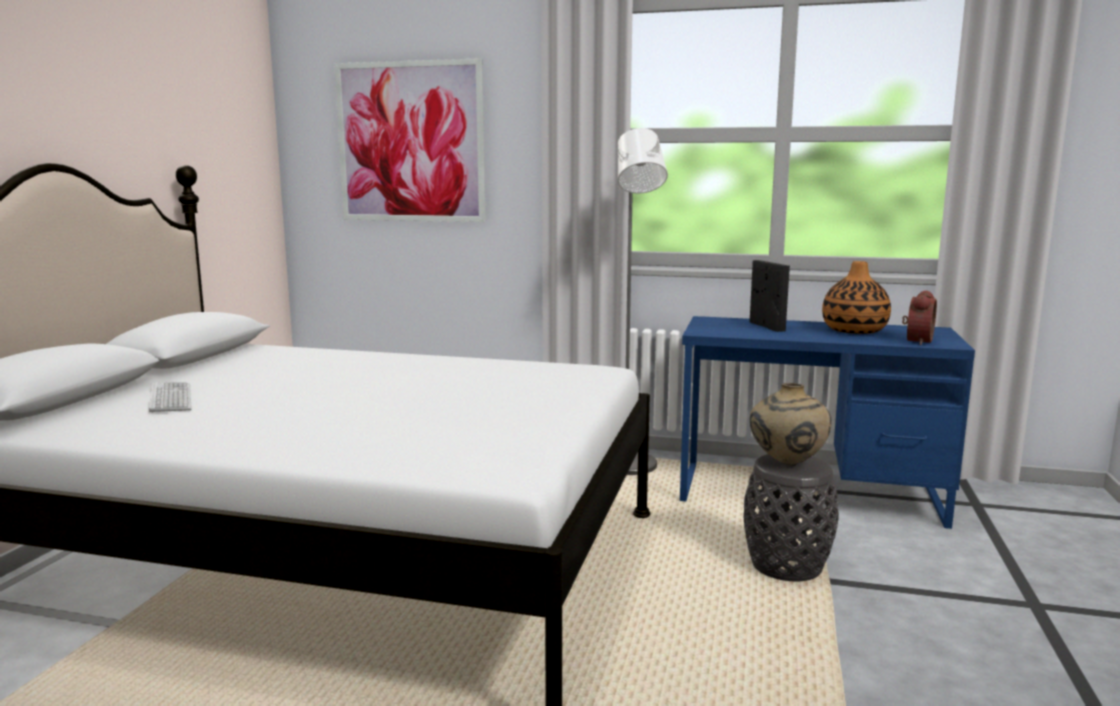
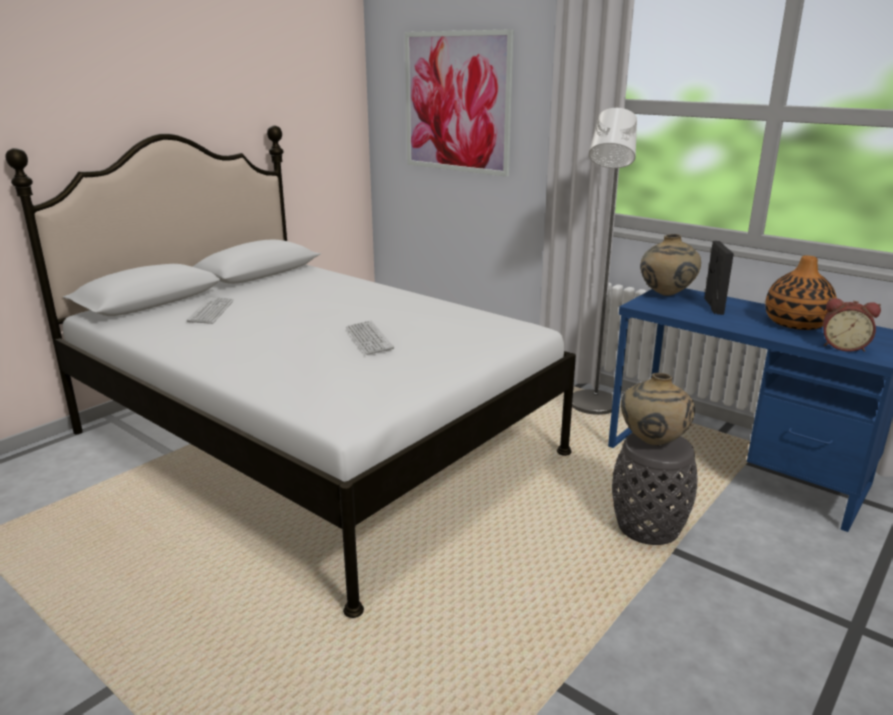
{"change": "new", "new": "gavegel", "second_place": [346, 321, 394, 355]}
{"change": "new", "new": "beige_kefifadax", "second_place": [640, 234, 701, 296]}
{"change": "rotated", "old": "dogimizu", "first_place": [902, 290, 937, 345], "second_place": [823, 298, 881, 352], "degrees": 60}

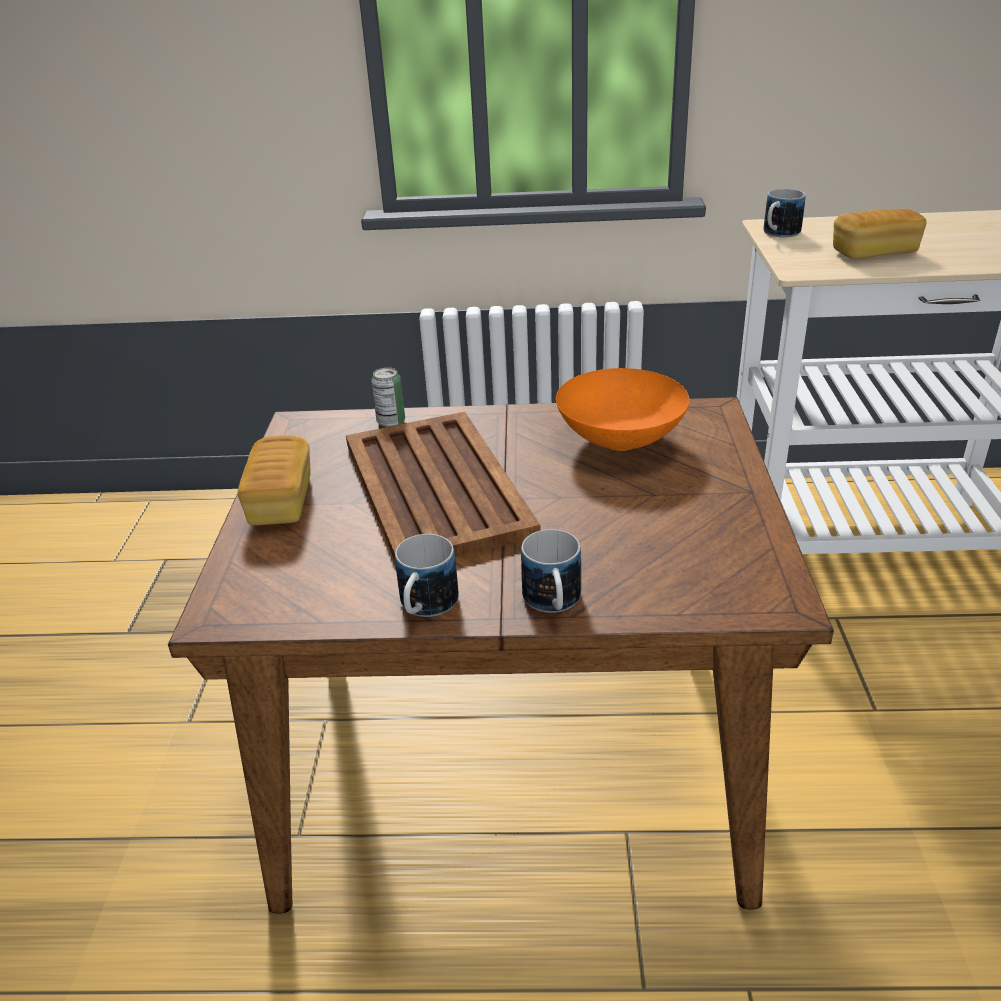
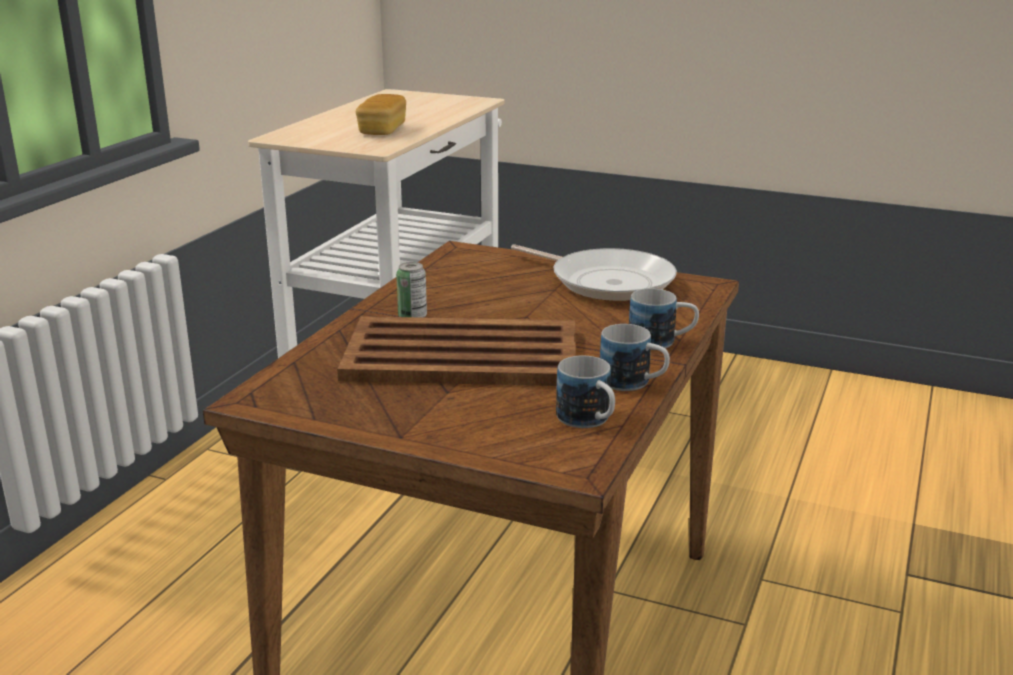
{"change": "shifted", "old": "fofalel", "first_place": [371, 367, 405, 427], "second_place": [396, 262, 427, 318]}
{"change": "new", "new": "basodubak", "second_place": [511, 244, 677, 301]}
{"change": "shifted", "old": "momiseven", "first_place": [764, 189, 806, 237], "second_place": [556, 356, 615, 428]}
{"change": "gone", "old": "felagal", "first_place": [238, 435, 311, 525]}
{"change": "gone", "old": "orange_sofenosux", "first_place": [556, 368, 690, 451]}

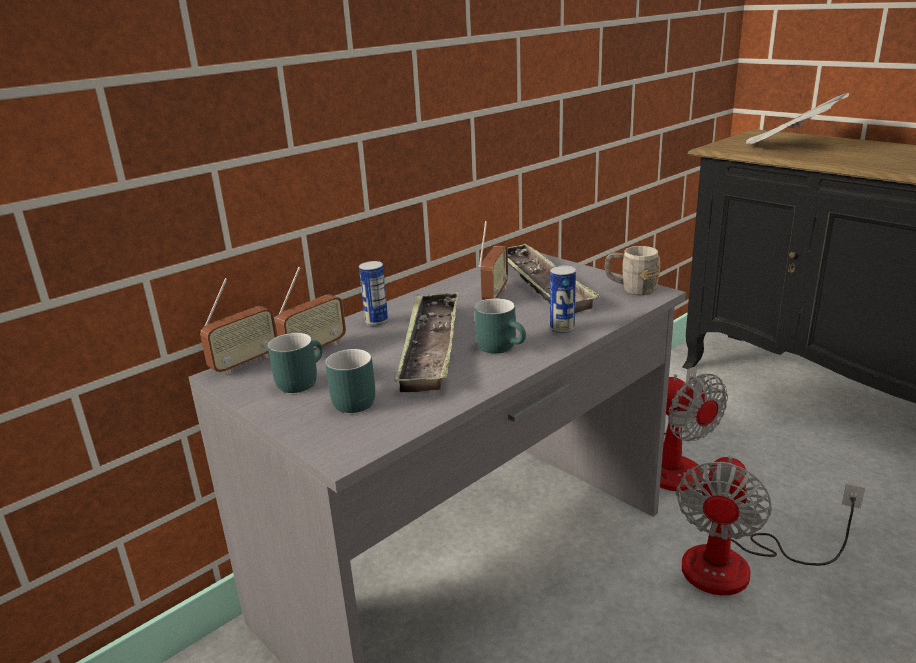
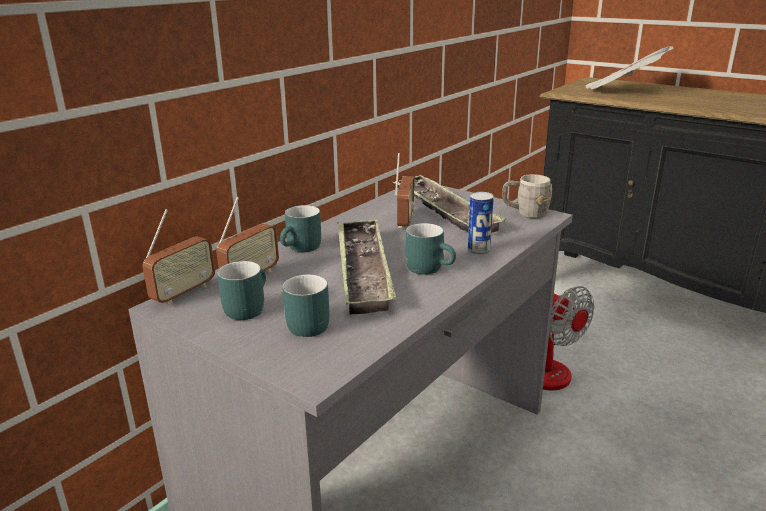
{"change": "swapped", "old": "fofalel", "new": "turquoise_momiseven", "first_place": [359, 261, 388, 327], "second_place": [280, 205, 321, 252]}
{"change": "gone", "old": "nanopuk", "first_place": [676, 455, 865, 595]}

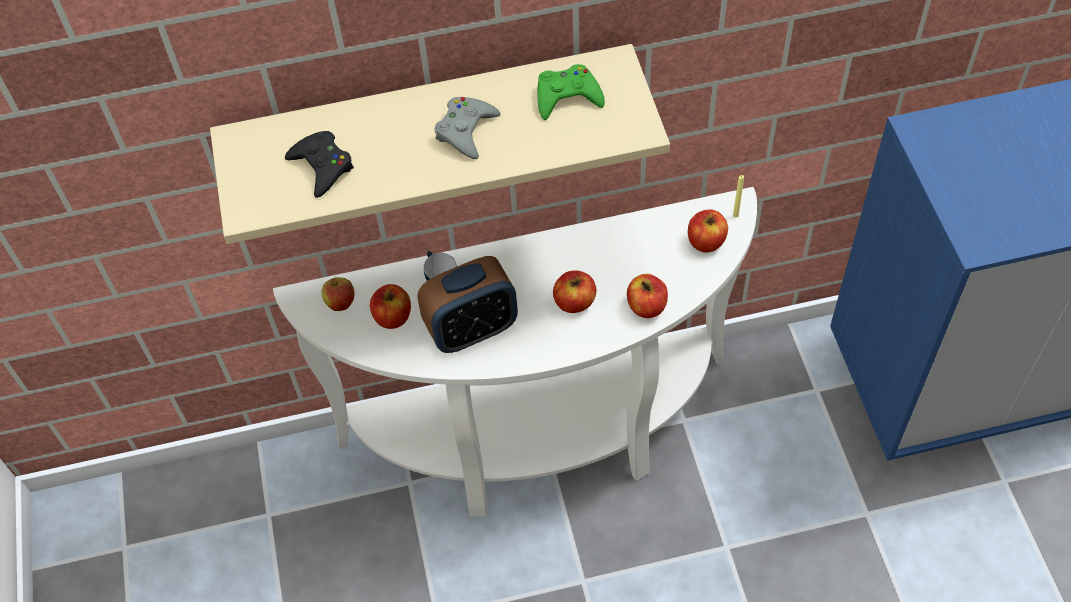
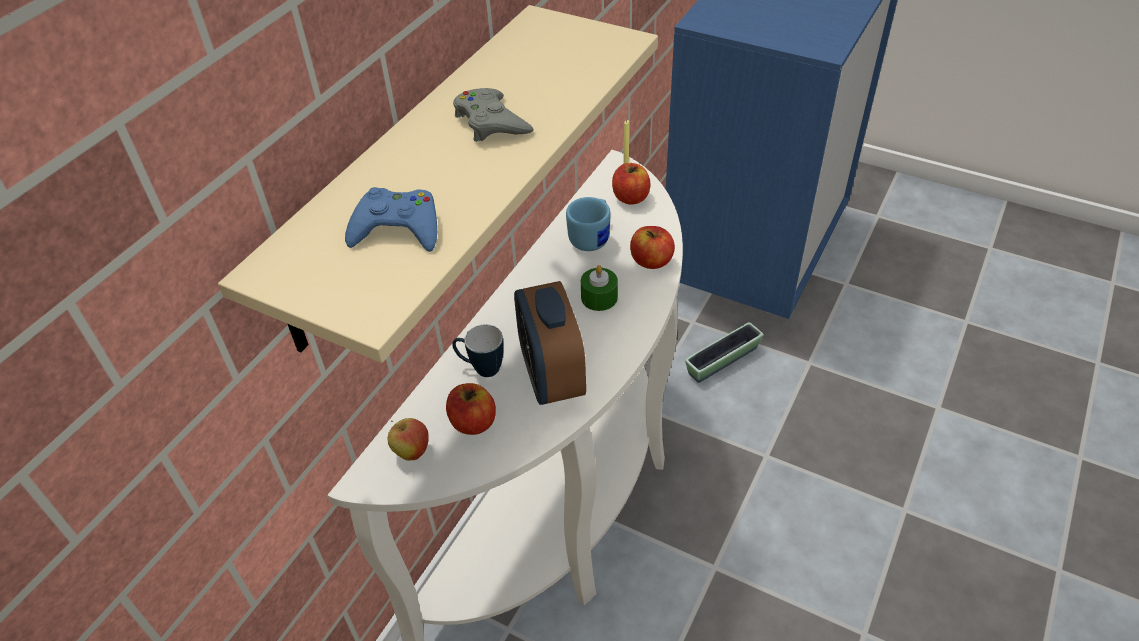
{"change": "repainted", "old": "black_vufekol", "new": "blue_vufekol", "first_place": [285, 131, 354, 198], "second_place": [345, 187, 437, 252]}
{"change": "rotated", "old": "dogimizu", "first_place": [417, 256, 518, 353], "second_place": [514, 281, 586, 405], "degrees": 150}
{"change": "new", "new": "blue_momiseven", "second_place": [566, 197, 611, 251]}
{"change": "swapped", "old": "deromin", "new": "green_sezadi", "first_place": [553, 271, 596, 313], "second_place": [581, 265, 618, 311]}
{"change": "new", "new": "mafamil", "second_place": [685, 322, 763, 383]}
{"change": "gone", "old": "green_vufekol", "first_place": [537, 64, 605, 120]}

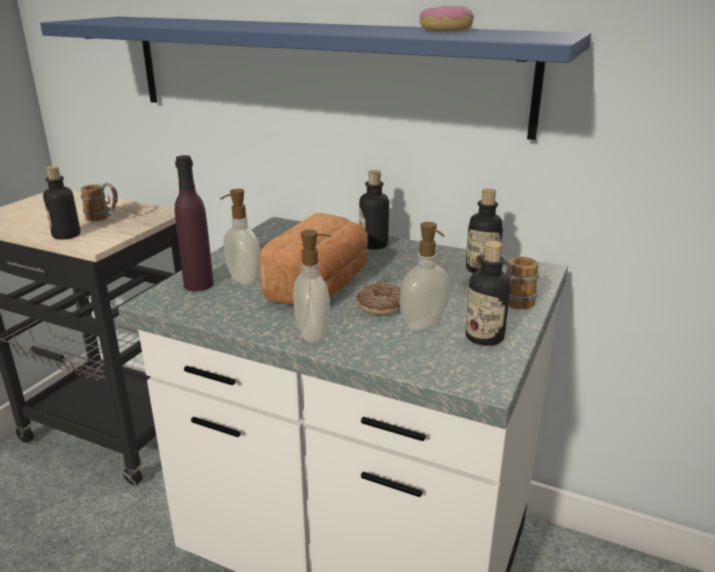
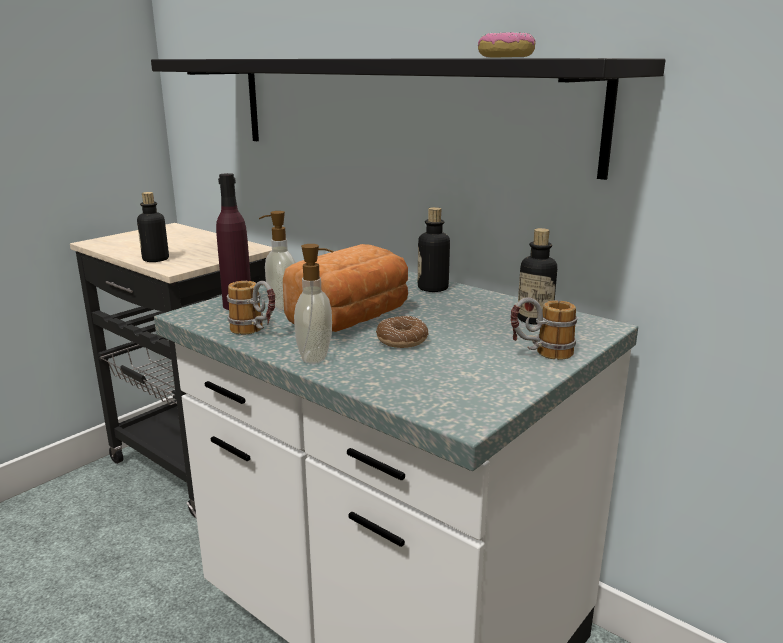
{"change": "repainted", "old": "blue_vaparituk", "new": "black_vaparituk", "first_place": [40, 17, 591, 140], "second_place": [151, 58, 666, 180]}
{"change": "shifted", "old": "momiseven", "first_place": [81, 183, 118, 222], "second_place": [227, 281, 275, 334]}
{"change": "gone", "old": "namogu", "first_place": [400, 222, 450, 331]}
{"change": "gone", "old": "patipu", "first_place": [465, 241, 510, 346]}

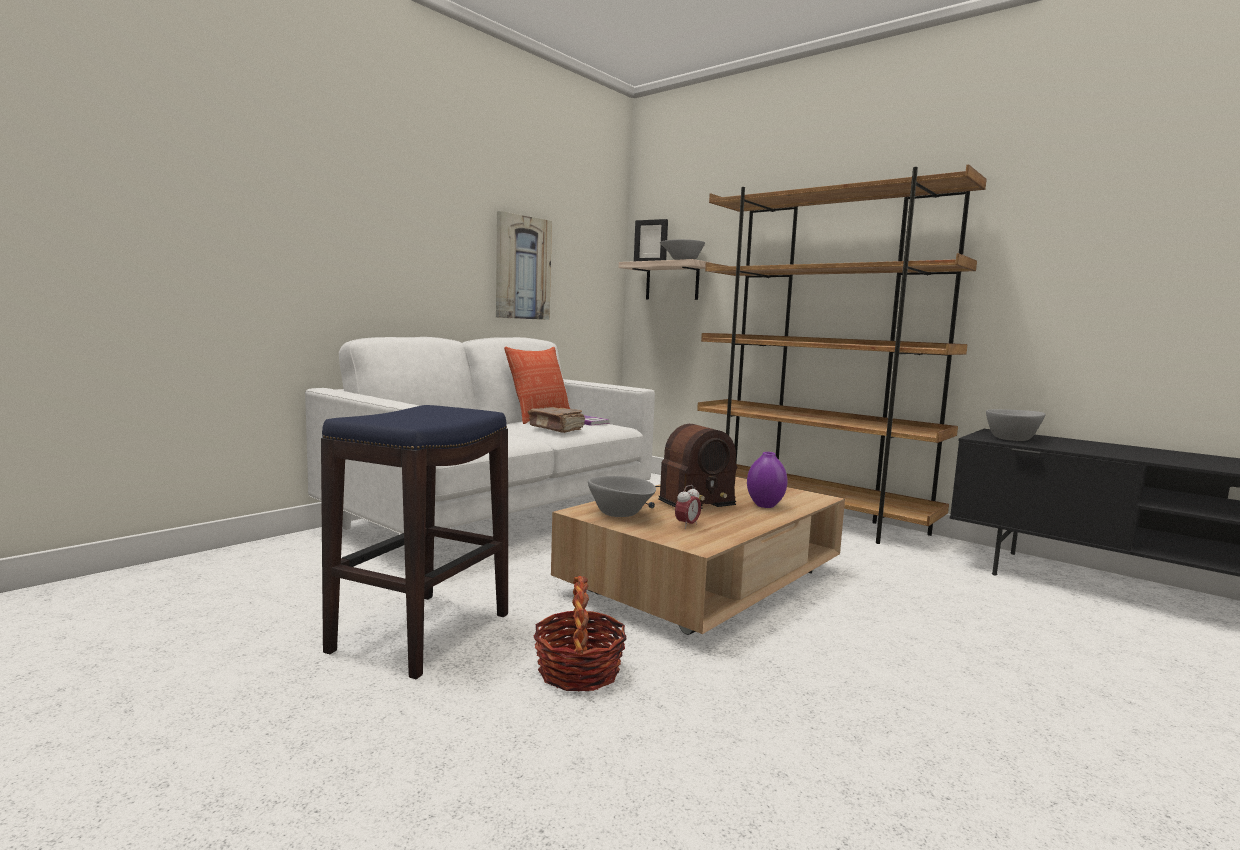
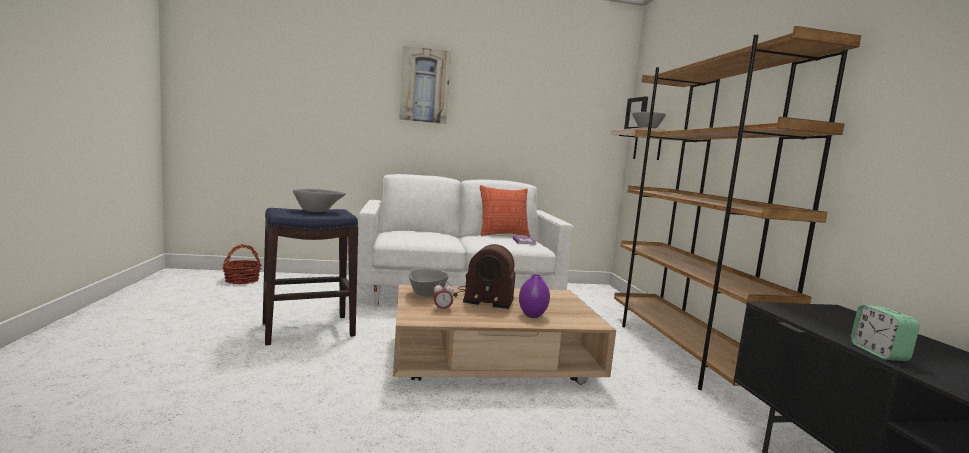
{"change": "shifted", "old": "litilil", "first_place": [534, 576, 627, 692], "second_place": [223, 244, 262, 284]}
{"change": "shifted", "old": "grey_sofenosux", "first_place": [986, 409, 1046, 441], "second_place": [293, 189, 346, 212]}
{"change": "shifted", "old": "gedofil", "first_place": [496, 211, 552, 320], "second_place": [399, 46, 451, 124]}
{"change": "new", "new": "dogimizu", "second_place": [851, 305, 920, 361]}
{"change": "gone", "old": "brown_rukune", "first_place": [528, 407, 585, 433]}

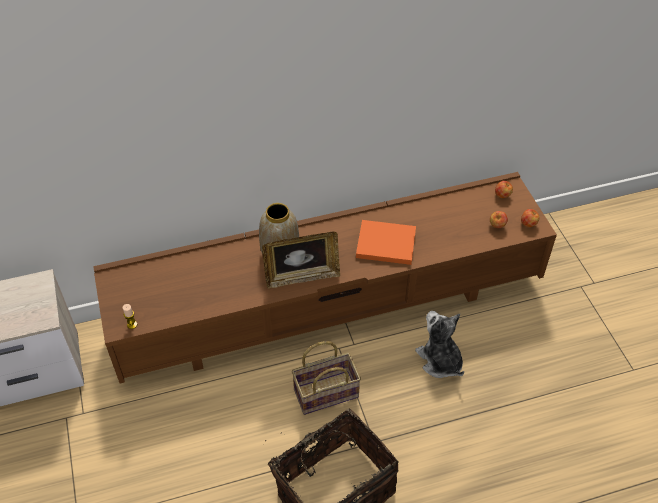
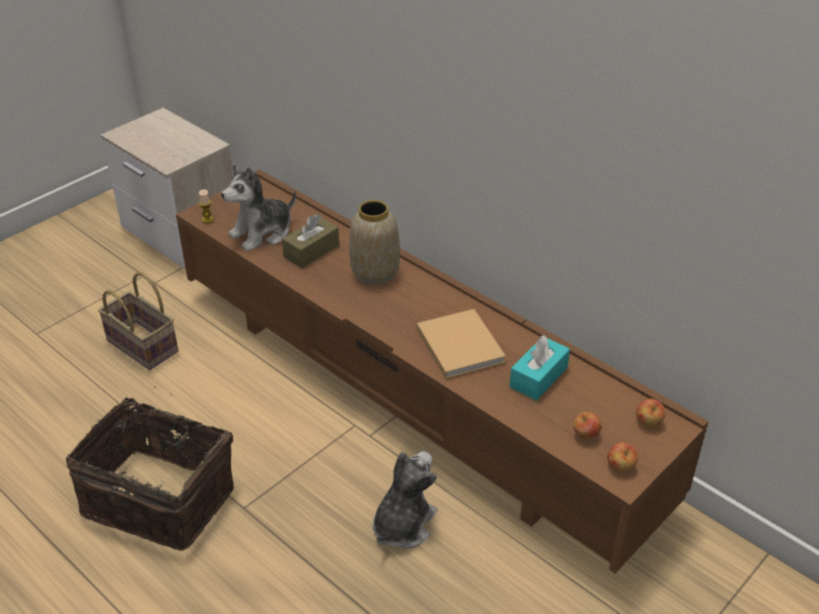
{"change": "shifted", "old": "litilil", "first_place": [292, 341, 361, 415], "second_place": [98, 272, 178, 370]}
{"change": "new", "new": "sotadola", "second_place": [221, 164, 296, 252]}
{"change": "new", "new": "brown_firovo", "second_place": [282, 214, 339, 268]}
{"change": "repainted", "old": "orange_rukune", "new": "beige_rukune", "first_place": [356, 220, 416, 265], "second_place": [417, 309, 506, 379]}
{"change": "new", "new": "turquoise_firovo", "second_place": [509, 335, 570, 401]}
{"change": "gone", "old": "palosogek", "first_place": [262, 232, 340, 289]}

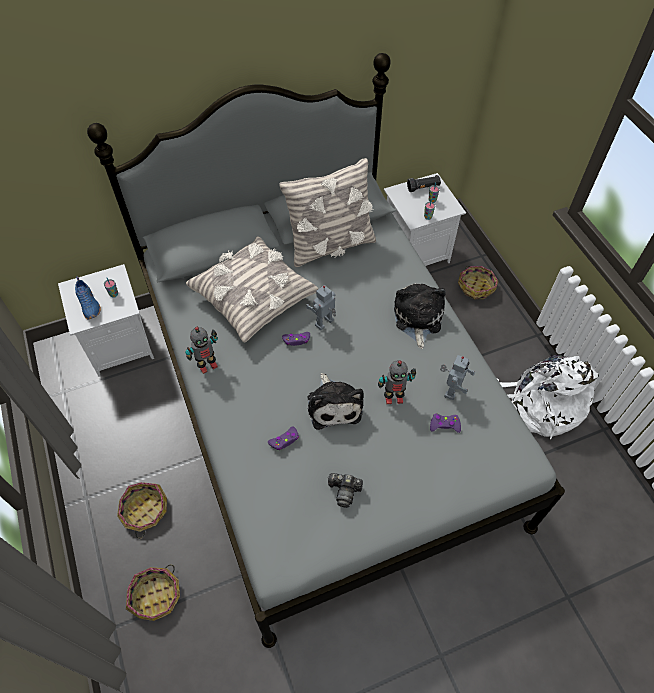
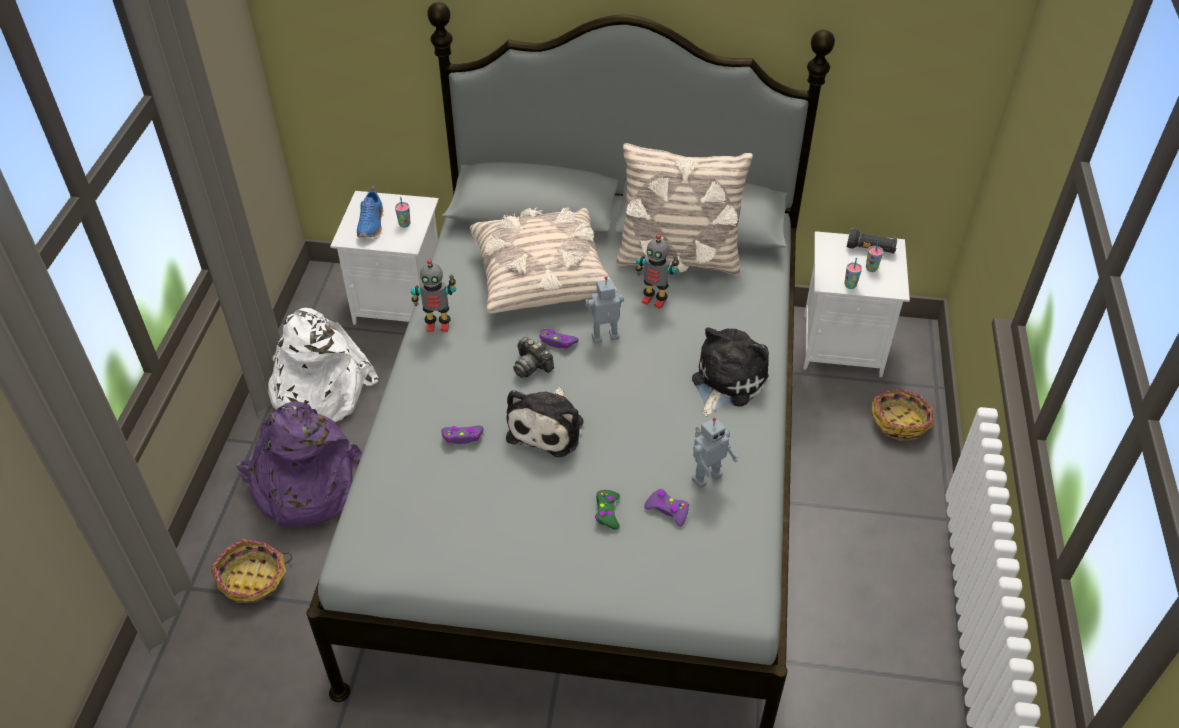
{"change": "swapped", "old": "litilil", "new": "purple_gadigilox", "first_place": [117, 482, 167, 539], "second_place": [236, 401, 362, 526]}
{"change": "shifted", "old": "white_gadigilox", "first_place": [497, 355, 599, 439], "second_place": [268, 308, 378, 422]}
{"change": "shifted", "old": "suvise", "first_place": [327, 473, 363, 508], "second_place": [513, 337, 554, 378]}
{"change": "new", "new": "green_vufekol", "second_place": [595, 490, 620, 530]}
{"change": "shifted", "old": "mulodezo", "first_place": [378, 360, 416, 404], "second_place": [635, 234, 679, 309]}

